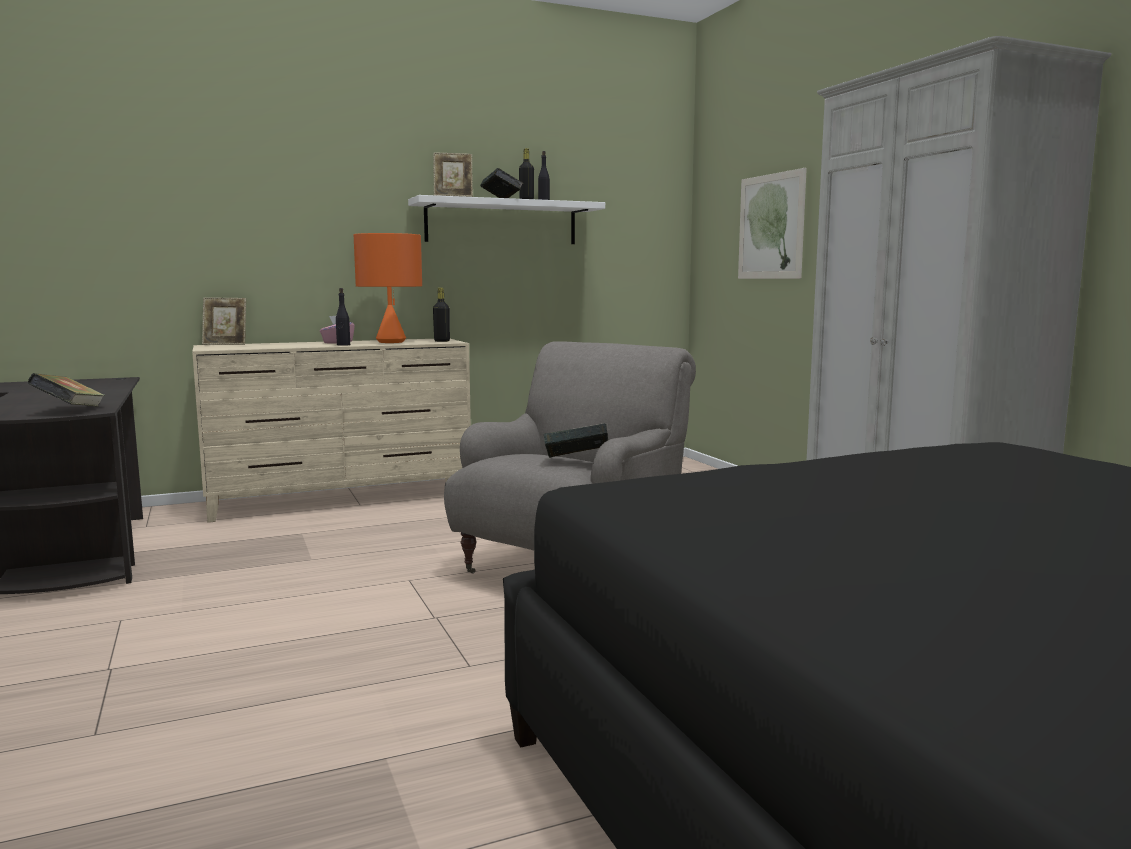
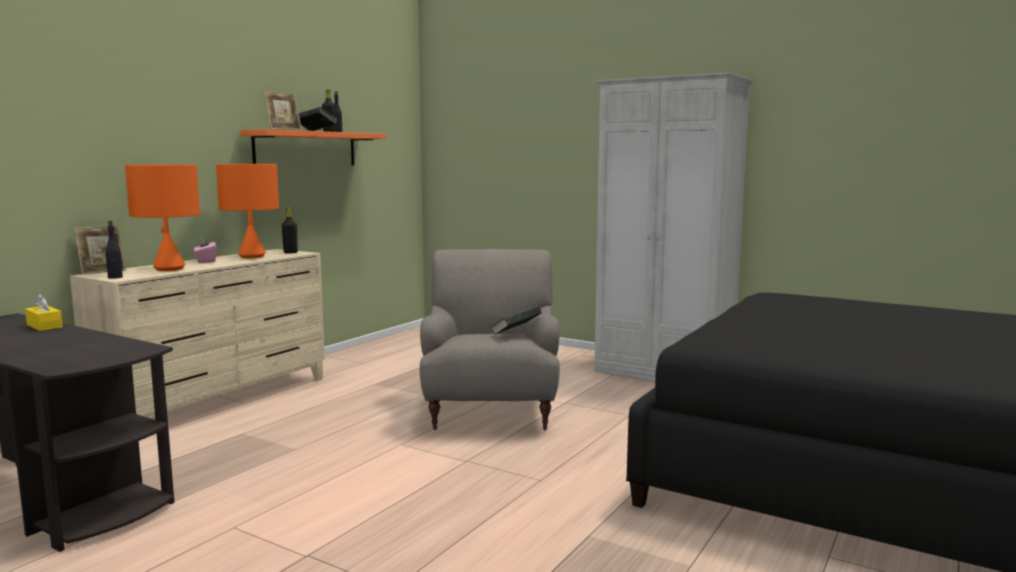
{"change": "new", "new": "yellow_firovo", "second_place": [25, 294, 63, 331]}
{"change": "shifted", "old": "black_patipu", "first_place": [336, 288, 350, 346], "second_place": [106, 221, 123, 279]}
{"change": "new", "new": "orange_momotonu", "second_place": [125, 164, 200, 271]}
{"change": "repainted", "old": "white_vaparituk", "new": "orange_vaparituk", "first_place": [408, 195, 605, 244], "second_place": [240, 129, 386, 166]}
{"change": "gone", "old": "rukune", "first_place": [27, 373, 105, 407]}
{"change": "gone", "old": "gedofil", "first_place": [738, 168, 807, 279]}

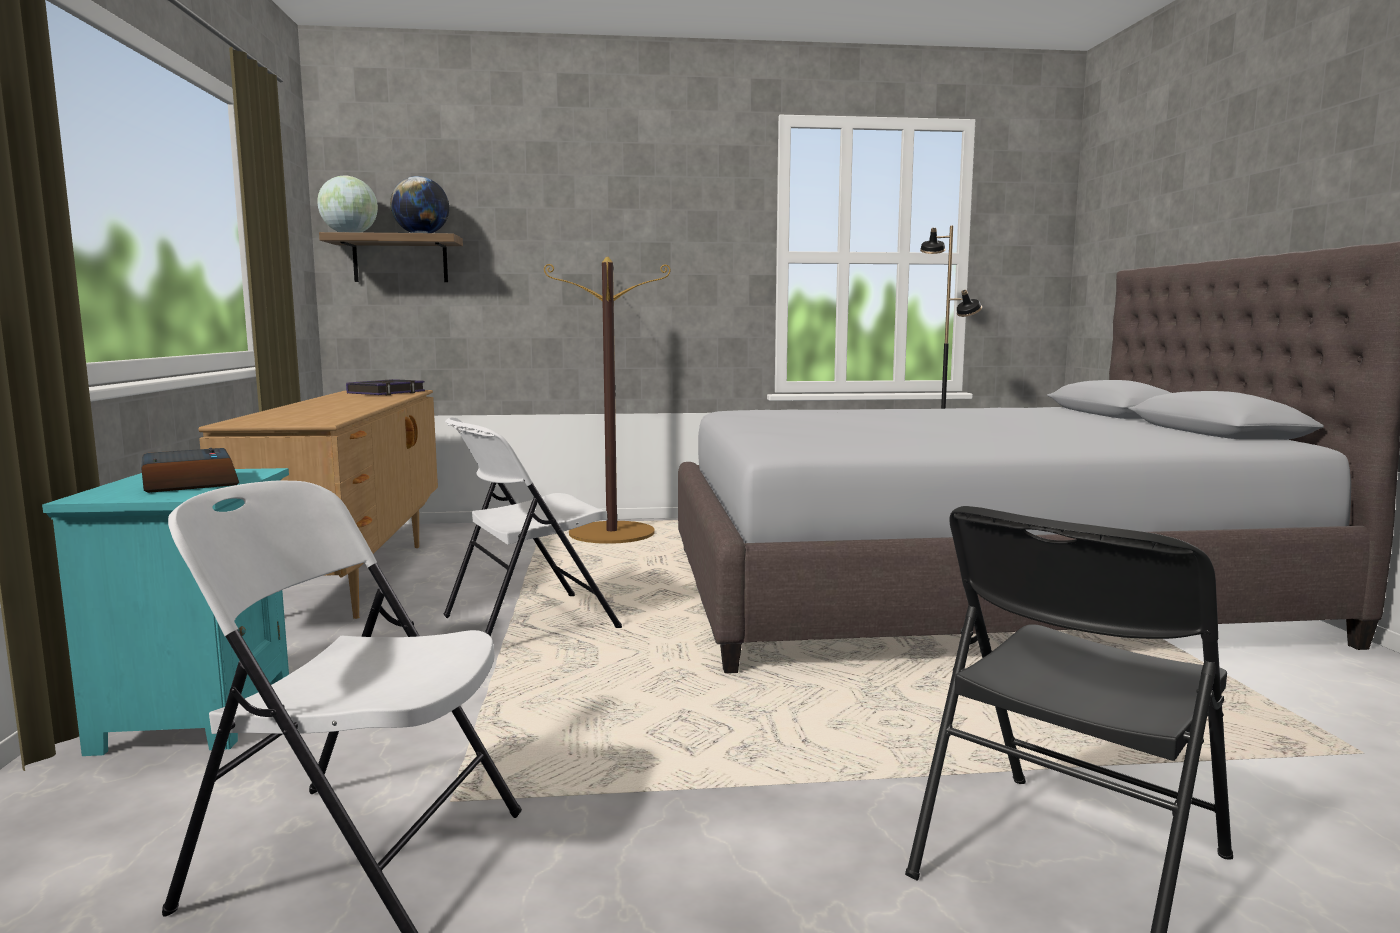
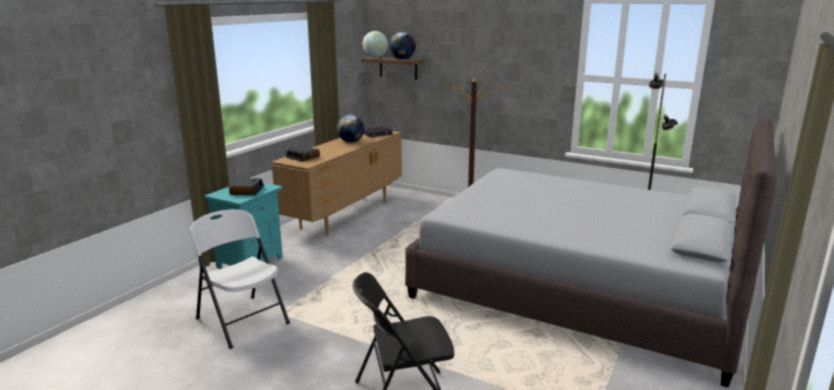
{"change": "new", "new": "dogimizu", "second_place": [286, 146, 320, 162]}
{"change": "new", "new": "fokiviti", "second_place": [337, 115, 364, 142]}
{"change": "gone", "old": "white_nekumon", "first_place": [443, 417, 622, 636]}

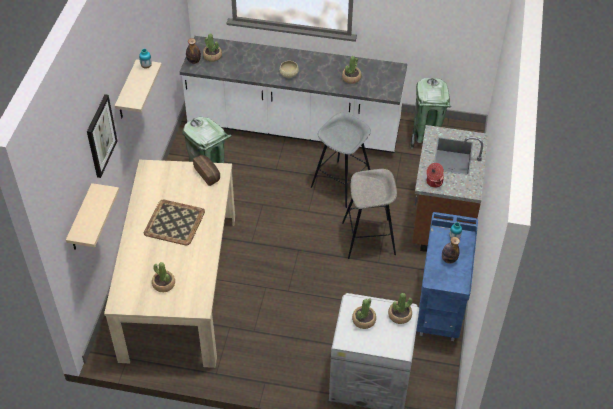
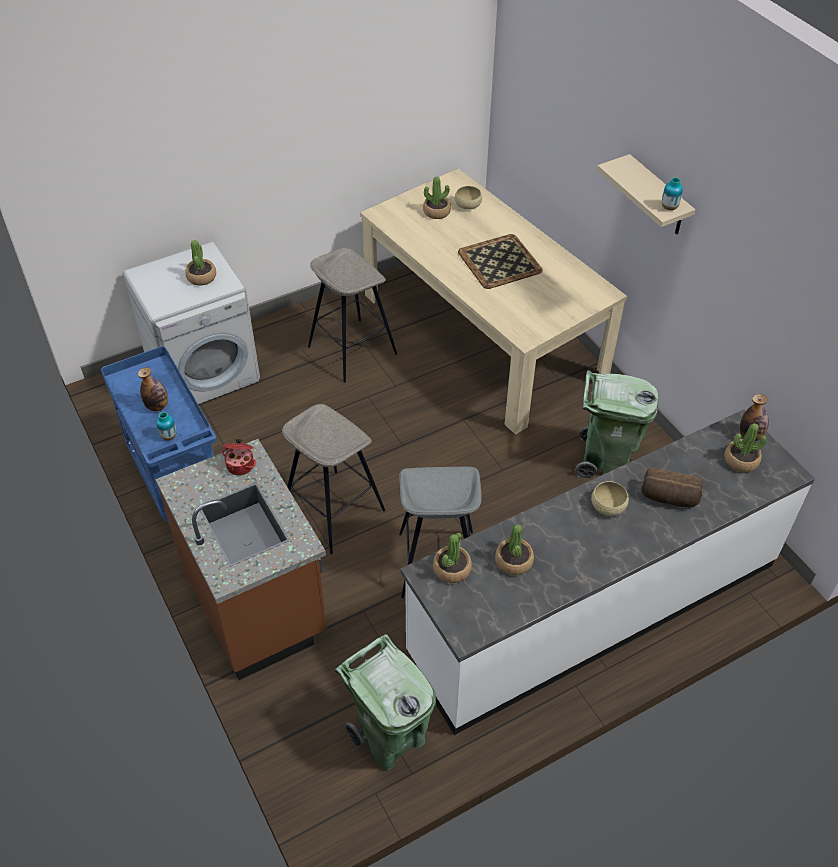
{"change": "new", "new": "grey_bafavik", "second_place": [308, 248, 397, 383]}
{"change": "shifted", "old": "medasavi", "first_place": [388, 293, 413, 324], "second_place": [433, 533, 472, 583]}
{"change": "new", "new": "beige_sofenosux", "second_place": [455, 186, 482, 210]}
{"change": "shifted", "old": "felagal", "first_place": [193, 155, 220, 186], "second_place": [641, 467, 703, 507]}
{"change": "gone", "old": "beige_vaparituk", "first_place": [66, 183, 119, 250]}
{"change": "gone", "old": "gedofil", "first_place": [87, 94, 117, 178]}

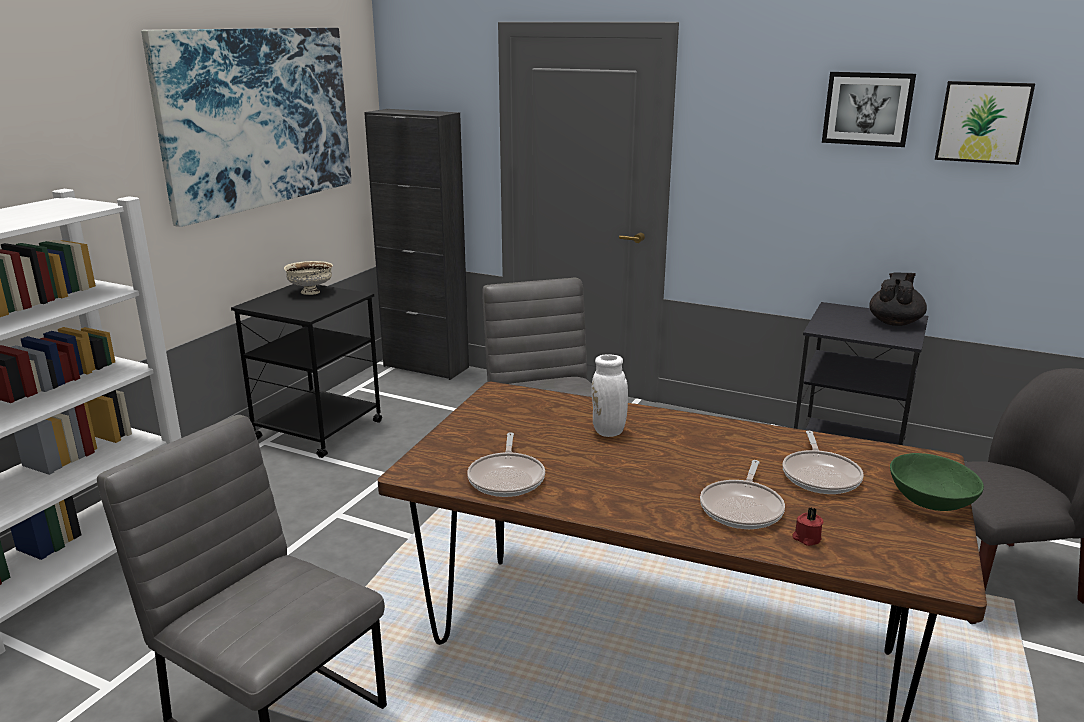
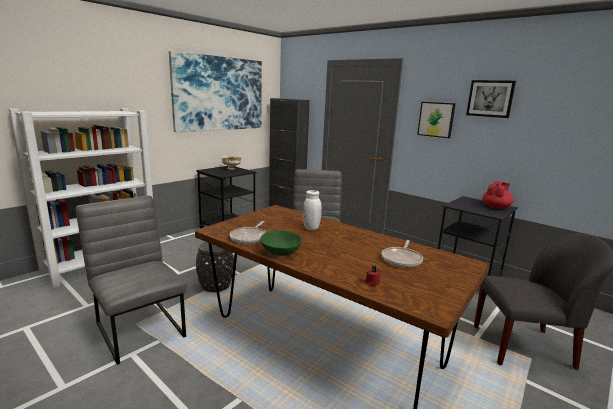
{"change": "new", "new": "grey_bafavik", "second_place": [196, 242, 234, 292]}
{"change": "shifted", "old": "green_sofenosux", "first_place": [890, 453, 984, 511], "second_place": [260, 230, 302, 256]}
{"change": "shifted", "old": "gedofil", "first_place": [935, 81, 1035, 165], "second_place": [417, 102, 456, 138]}
{"change": "repainted", "old": "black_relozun", "new": "red_relozun", "first_place": [869, 272, 927, 326], "second_place": [483, 181, 514, 209]}
{"change": "gone", "old": "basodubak", "first_place": [700, 460, 785, 529]}

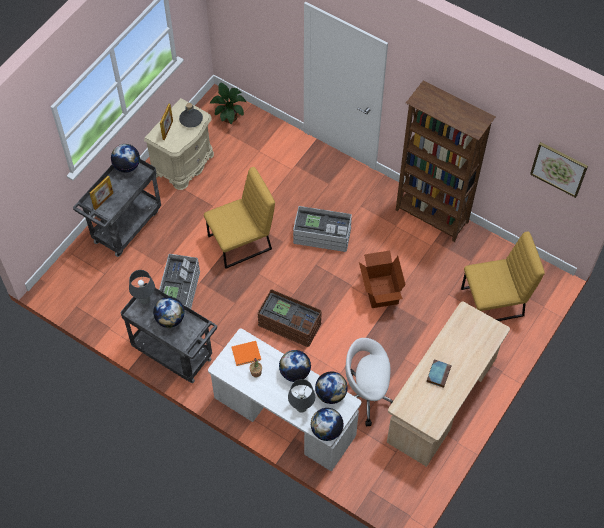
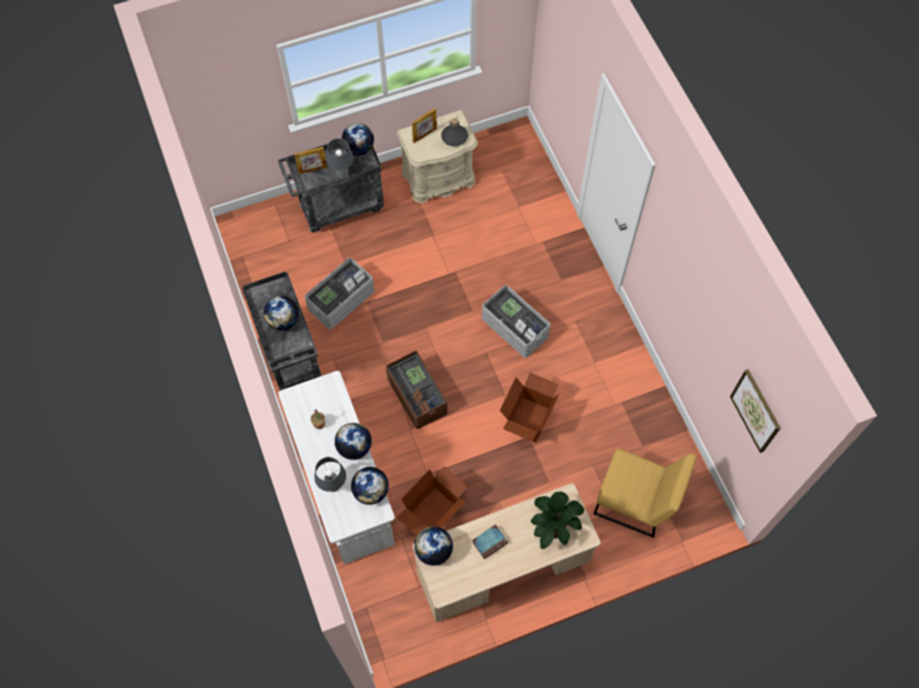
{"change": "shifted", "old": "grey_momotonu", "first_place": [129, 270, 155, 304], "second_place": [326, 138, 354, 179]}
{"change": "swapped", "old": "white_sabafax", "new": "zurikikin", "first_place": [346, 338, 393, 426], "second_place": [397, 466, 468, 536]}
{"change": "shifted", "old": "fokiviti", "first_place": [311, 408, 344, 441], "second_place": [414, 527, 453, 566]}
{"change": "shifted", "old": "medasavi", "first_place": [210, 82, 246, 124], "second_place": [531, 492, 584, 549]}
{"change": "gone", "old": "yellow_nekumon", "first_place": [204, 167, 275, 269]}
{"change": "gone", "old": "orange_rukune", "first_place": [232, 341, 261, 366]}
{"change": "gone", "old": "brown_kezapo", "first_place": [396, 80, 495, 242]}

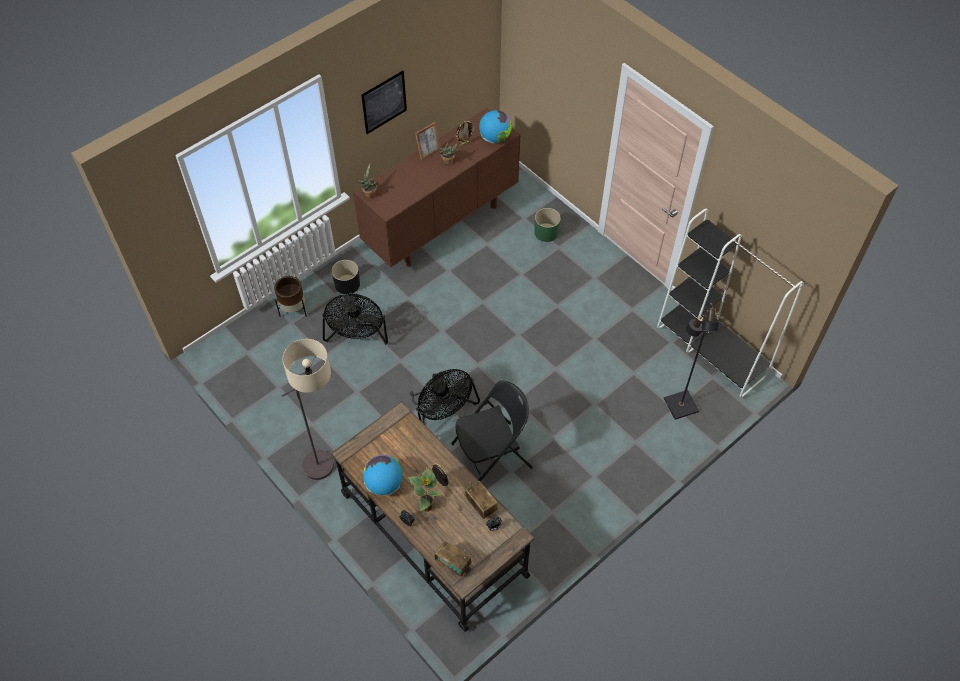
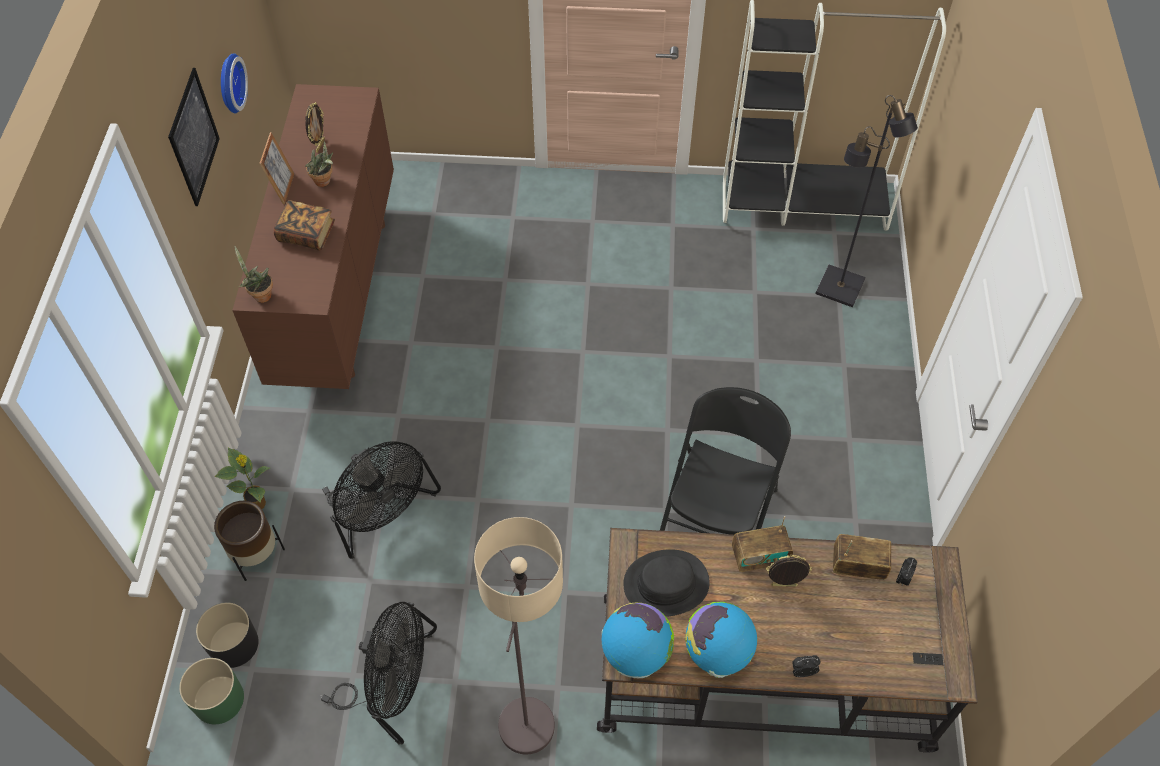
{"change": "shifted", "old": "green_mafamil", "first_place": [534, 208, 561, 242], "second_place": [179, 658, 244, 724]}
{"change": "shifted", "old": "black_mafamil", "first_place": [332, 260, 360, 294], "second_place": [196, 603, 258, 668]}
{"change": "shifted", "old": "medasavi", "first_place": [408, 468, 441, 512], "second_place": [215, 448, 270, 509]}
{"change": "new", "new": "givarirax", "second_place": [221, 53, 248, 113]}
{"change": "new", "new": "rukune", "second_place": [274, 200, 335, 251]}
{"change": "shifted", "old": "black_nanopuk", "first_place": [410, 369, 480, 424], "second_place": [320, 602, 437, 745]}
{"change": "shifted", "old": "fokiviti", "first_place": [479, 110, 512, 144], "second_place": [602, 603, 674, 678]}
{"change": "new", "new": "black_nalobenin", "second_place": [623, 549, 710, 617]}
{"change": "shifted", "old": "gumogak", "first_place": [435, 541, 471, 577], "second_place": [732, 516, 793, 572]}

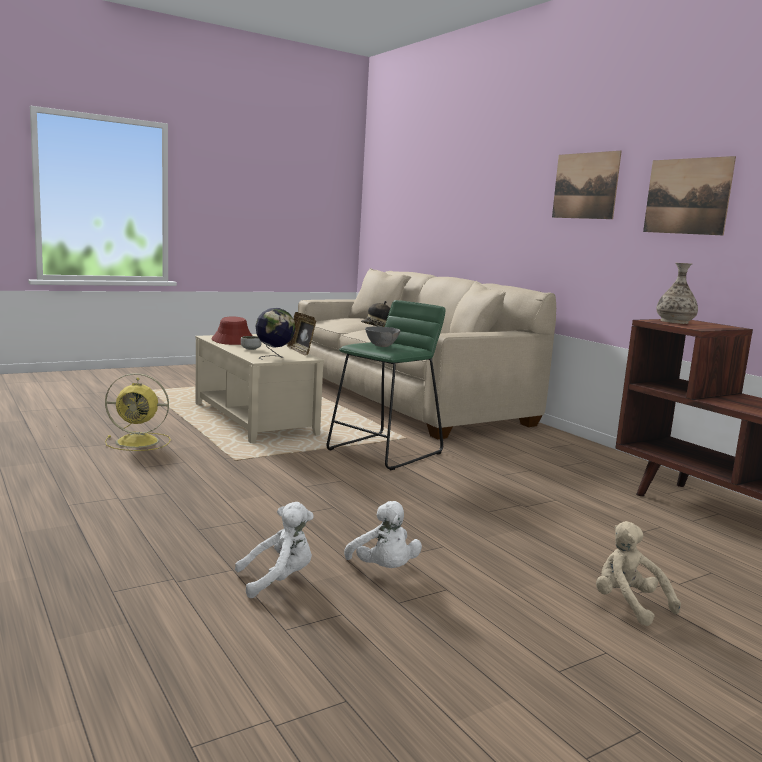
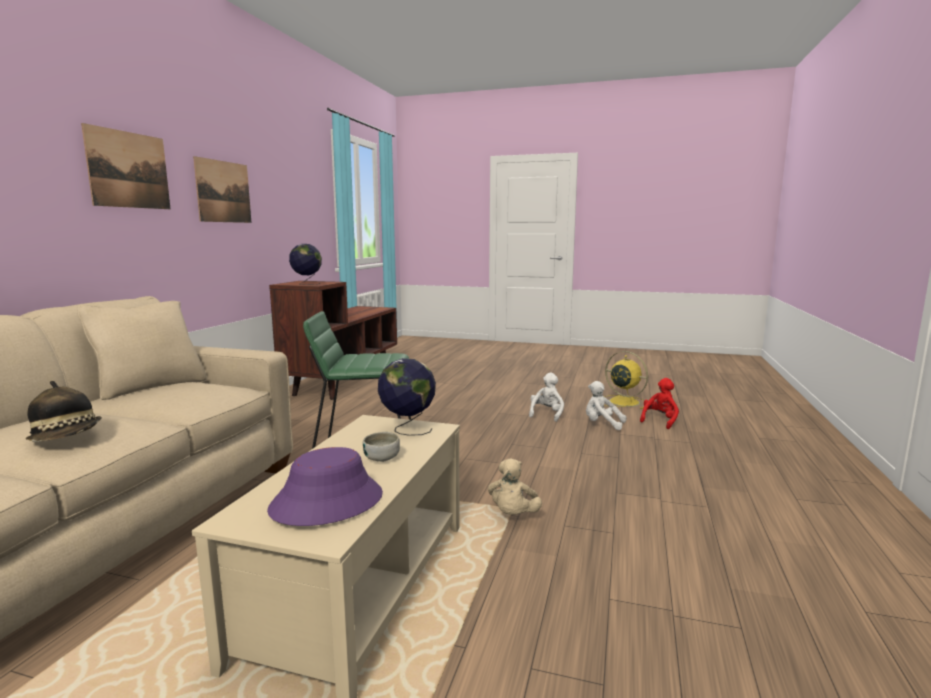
{"change": "repainted", "old": "red_nalobenin", "new": "purple_nalobenin", "first_place": [212, 316, 253, 345], "second_place": [267, 447, 383, 526]}
{"change": "swapped", "old": "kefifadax", "new": "fokiviti", "first_place": [656, 263, 698, 324], "second_place": [289, 244, 322, 285]}
{"change": "shifted", "old": "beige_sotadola", "first_place": [596, 521, 681, 626], "second_place": [488, 458, 542, 515]}
{"change": "shifted", "old": "yellow_nanopuk", "first_place": [105, 373, 171, 451], "second_place": [604, 351, 648, 409]}
{"change": "new", "new": "red_sotadola", "second_place": [640, 378, 679, 429]}
{"change": "gone", "old": "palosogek", "first_place": [287, 312, 316, 356]}
{"change": "gone", "old": "grey_sofenosux", "first_place": [365, 327, 401, 347]}

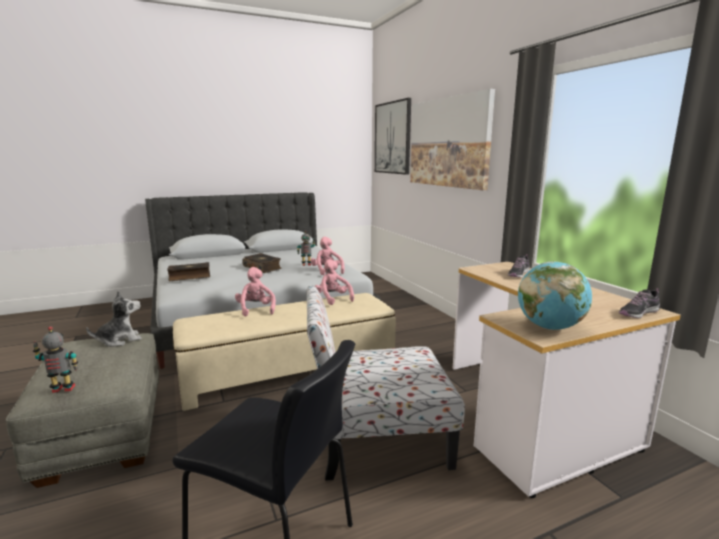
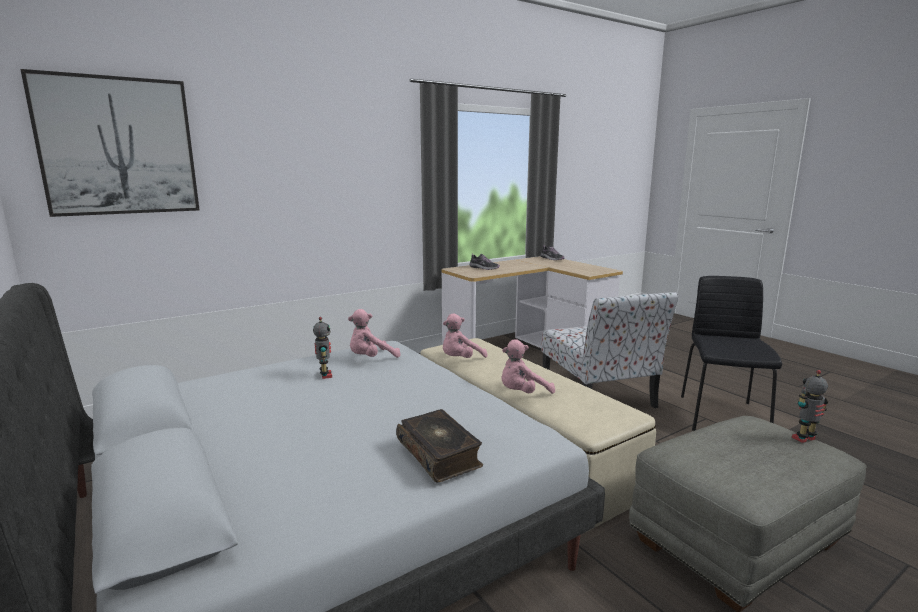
{"change": "rotated", "old": "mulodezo", "first_place": [33, 326, 78, 393], "second_place": [792, 370, 828, 443], "degrees": 90}
{"change": "gone", "old": "sotadola", "first_place": [86, 291, 142, 347]}
{"change": "gone", "old": "rukune", "first_place": [242, 253, 282, 273]}
{"change": "gone", "old": "gedofil", "first_place": [410, 89, 495, 190]}
{"change": "gone", "old": "fokiviti", "first_place": [518, 261, 592, 330]}

